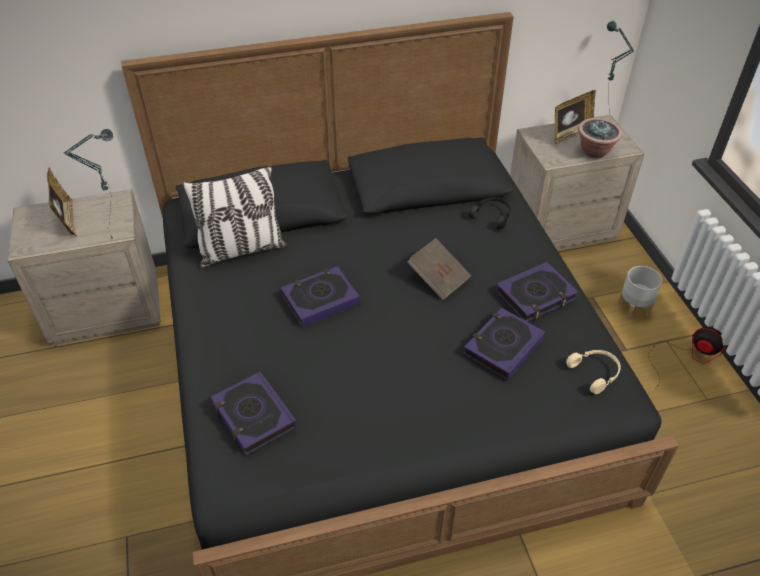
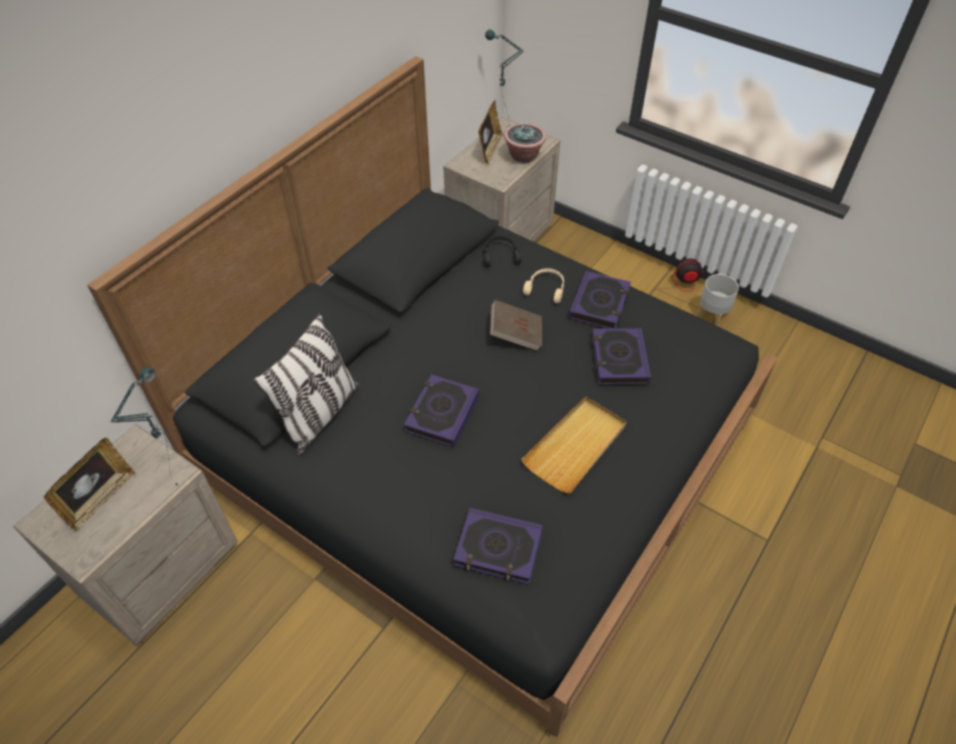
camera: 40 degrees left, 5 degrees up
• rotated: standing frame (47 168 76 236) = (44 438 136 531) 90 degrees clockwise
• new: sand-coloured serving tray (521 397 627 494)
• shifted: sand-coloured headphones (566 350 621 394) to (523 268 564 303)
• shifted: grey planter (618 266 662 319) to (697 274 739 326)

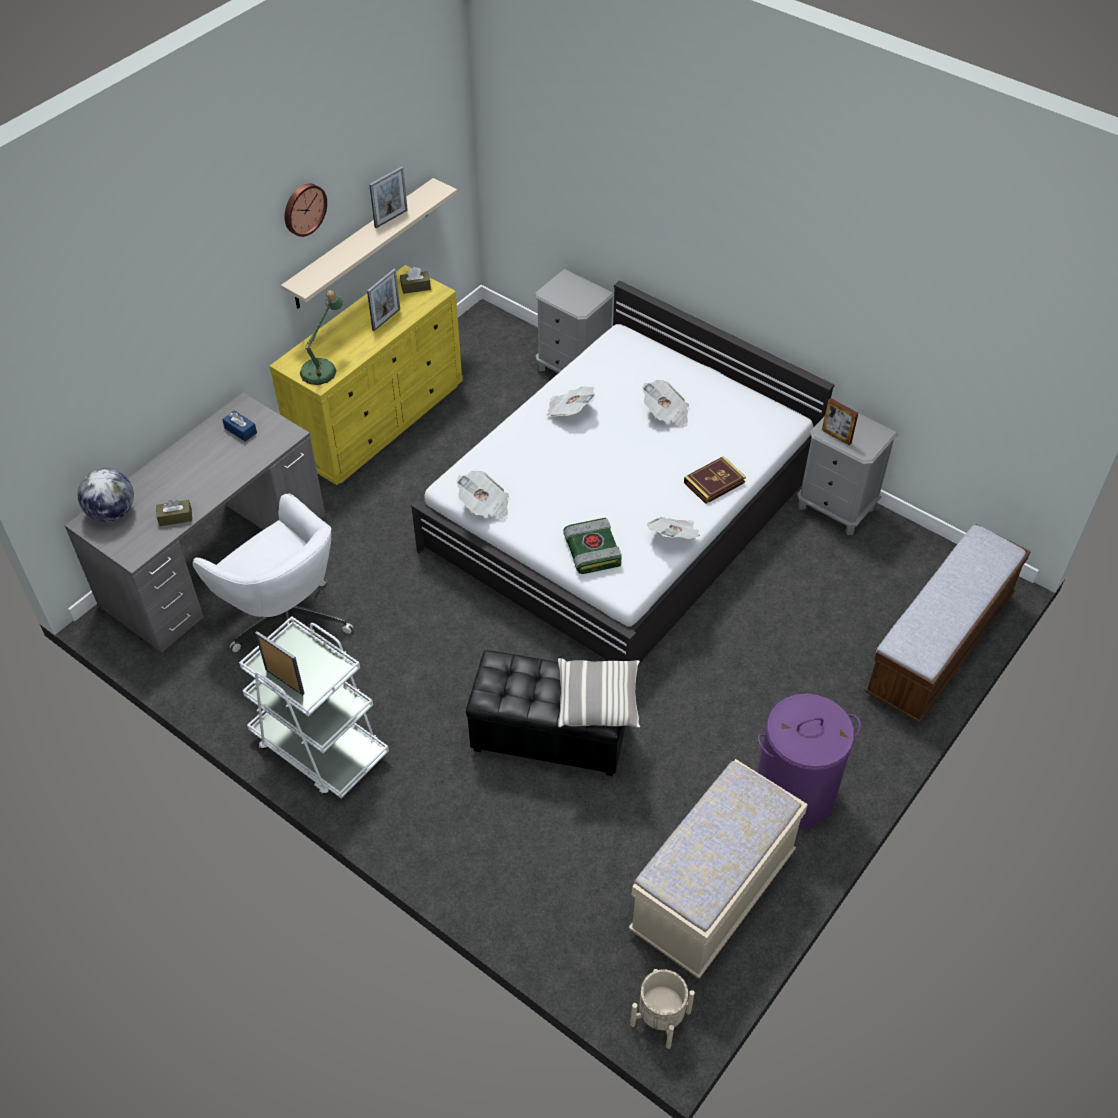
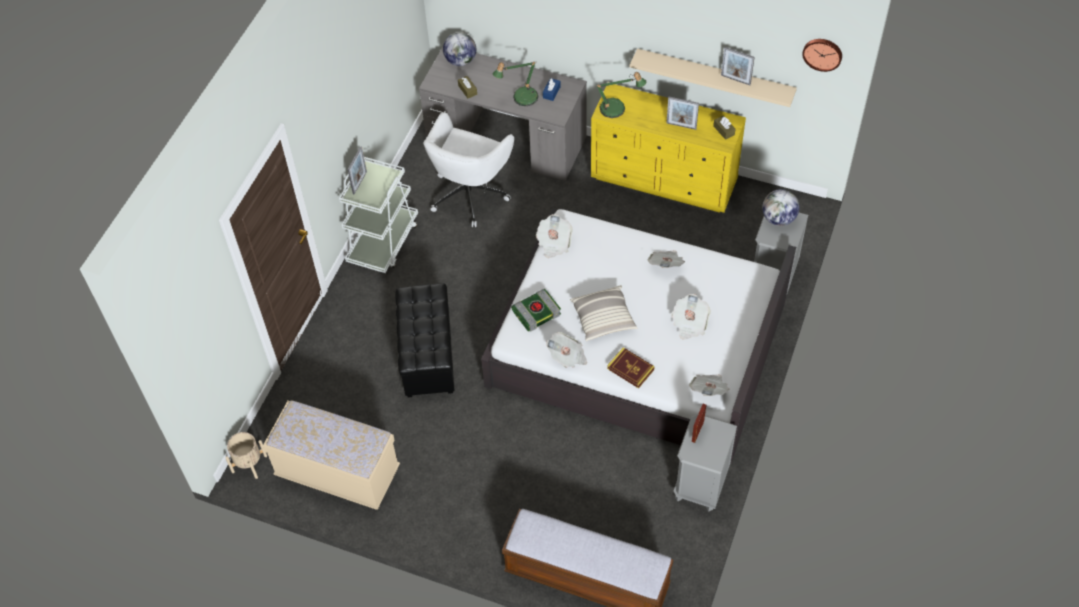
camera: 75 degrees right, 5 degrees up
• new: table lamp (493 61 538 106)
• shifted: pillow (558 658 640 728) to (570 285 638 341)
• new: printed paper (689 374 730 396)
• new: globe (762 189 800 226)
• shifted: wall clock (285 183 327 237) to (802 39 842 72)
• gone: purple-coloured hamper (757 694 861 829)

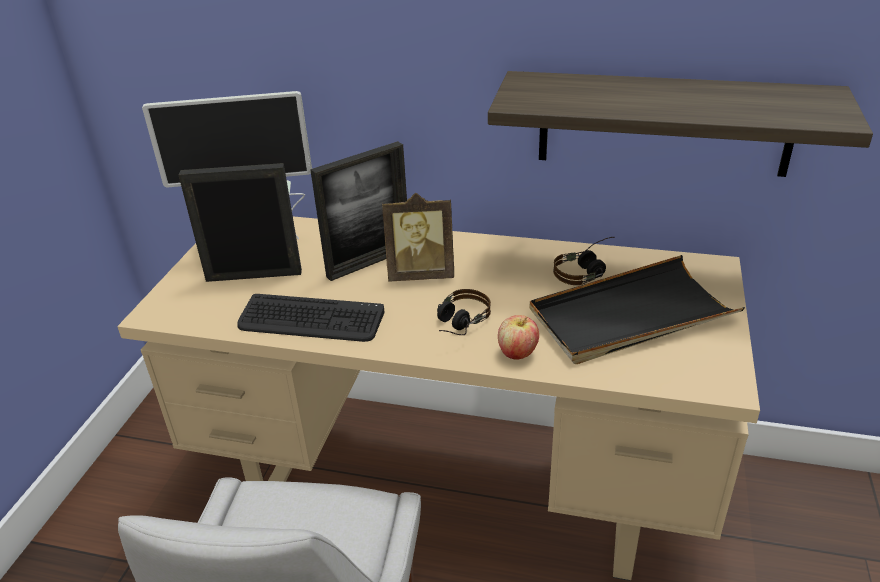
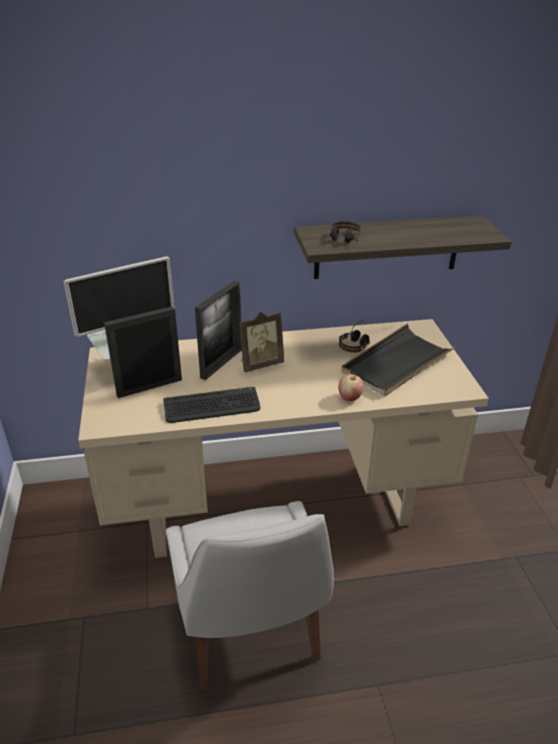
camera: 25 degrees left, 0 degrees up
• shifted: headphones (437 289 491 335) to (329 221 361 243)

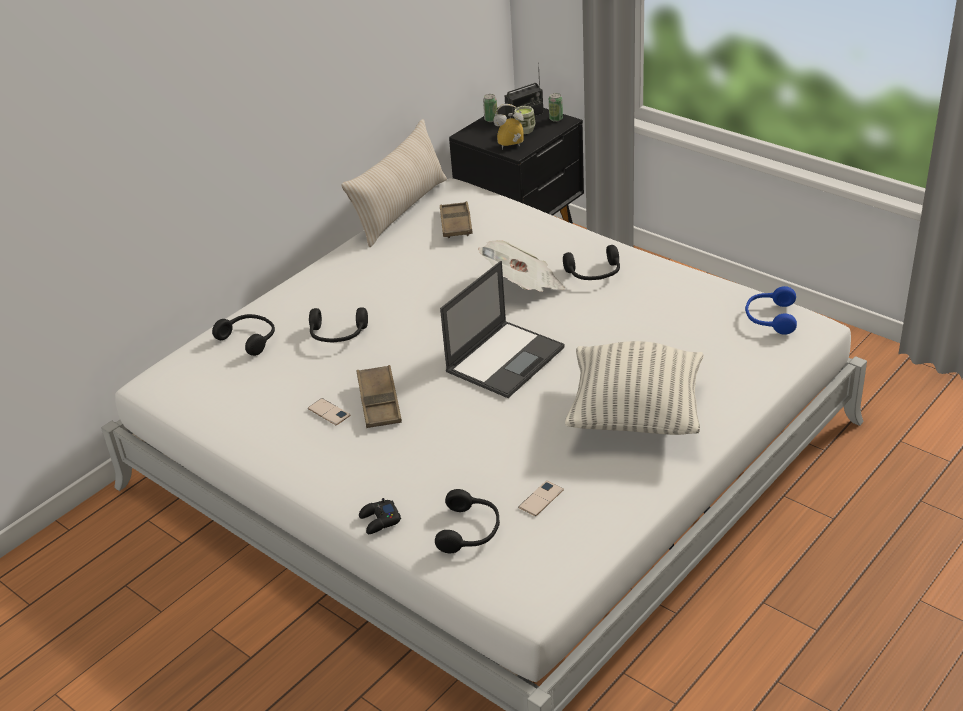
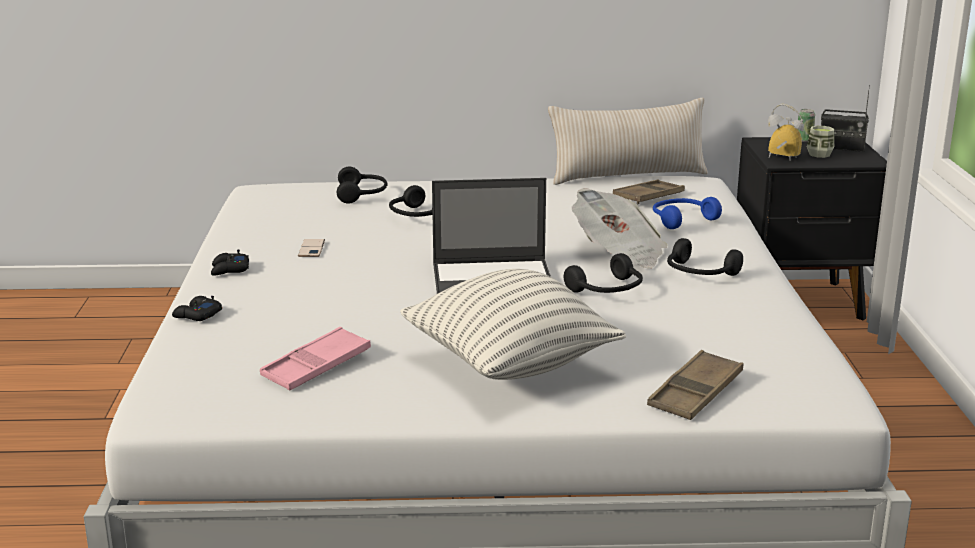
camera: 45 degrees right, 15 degrees down
• new: blackish joypad (211 250 249 276)
• swapped: telephone (518 481 564 516) to pinkish serving tray (260 327 371 390)
• shifted: blackish headphones (435 489 500 553) to (564 253 643 293)
• shifted: brown serving tray (357 365 402 428) to (647 350 744 420)
• shifted: blue-coloured headphones (745 286 797 335) to (653 197 722 229)
• gone: sealed can (549 93 563 122)

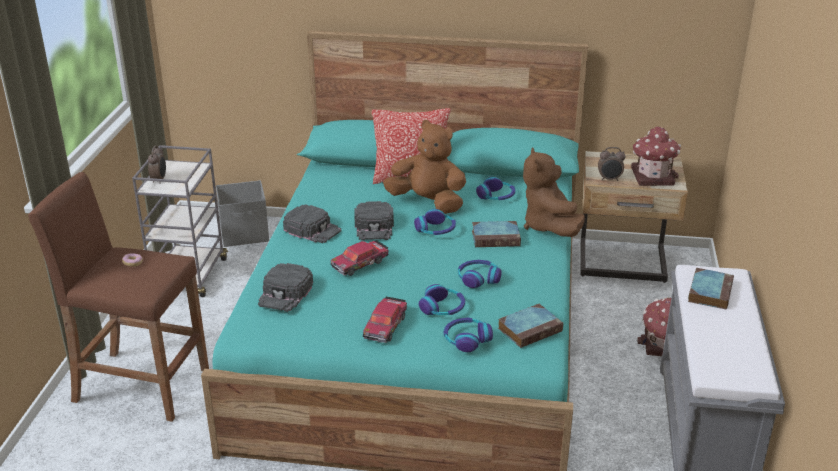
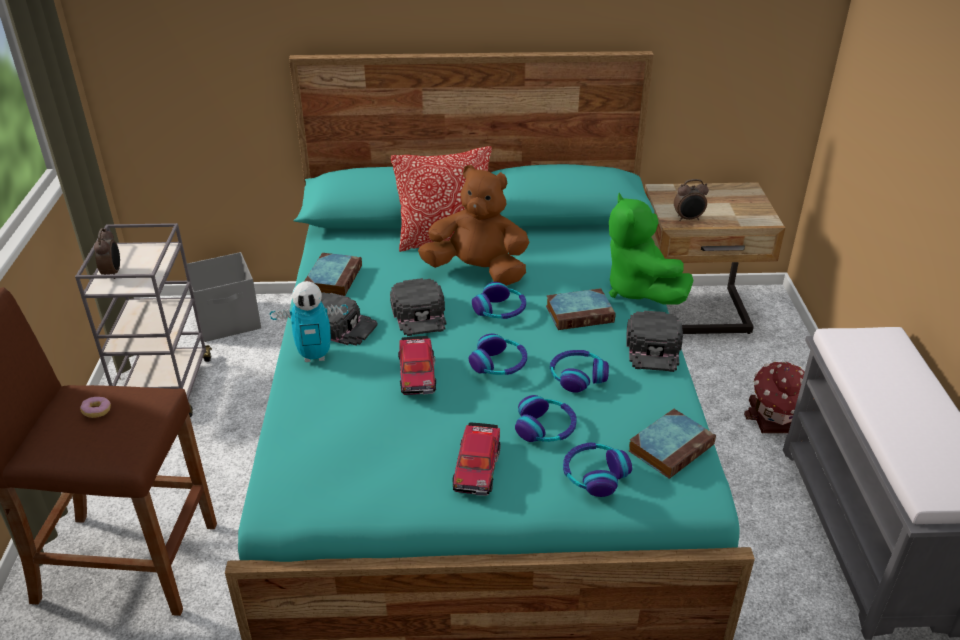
camera: 10 degrees left, 5 degrees up
• new: robot figure (270 281 348 362)
• shifted: volume (688 268 734 309) to (304 253 362 296)
• rotated: model car (330 240 389 276) = (398 336 436 395) 45 degrees counterclockwise
• shifted: headphones (476 177 515 200) to (469 334 527 375)
• repainted: brown cuddly toy (523 148 585 237) to green-coloured cuddly toy (609 193 694 305)
• shifted: blackish baseball cap (258 263 313 312) to (626 311 683 372)
• gone: toy house (631 126 681 186)

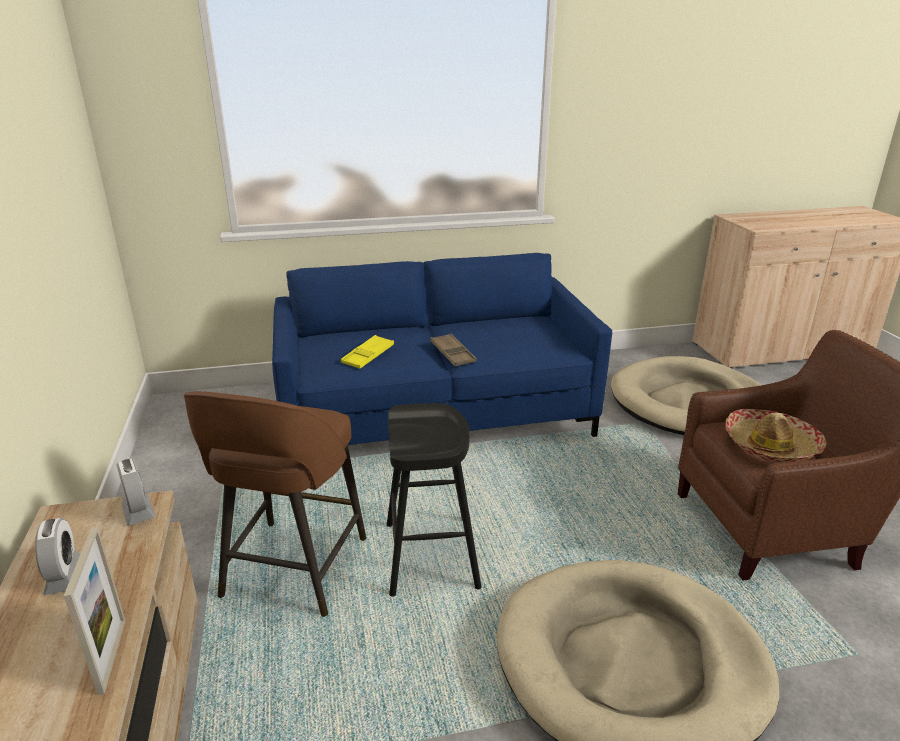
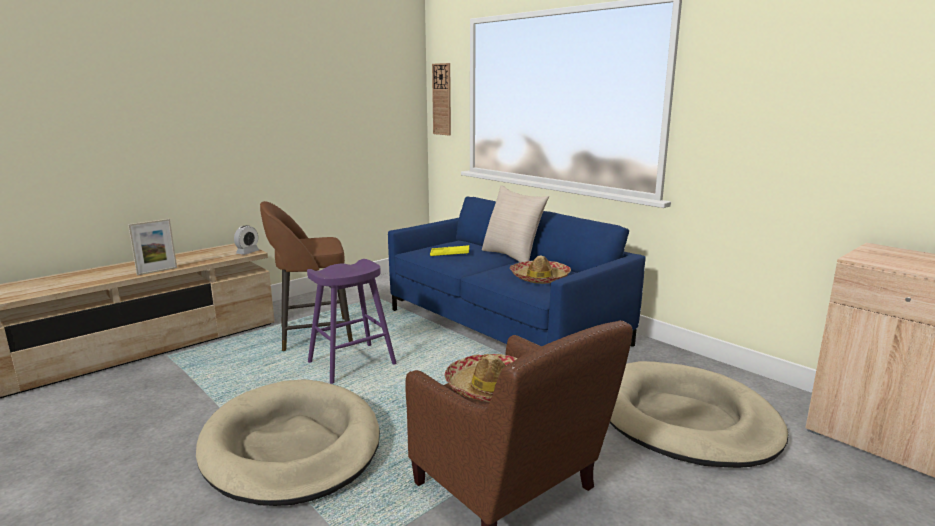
camera: 60 degrees right, 10 degrees down
• repainted: blackish stool (387 403 482 597) to purple-coloured stool (307 259 397 384)
• new: wall clock (432 63 451 136)
• new: sand-coloured pillow (482 185 549 262)
• new: hat (510 256 571 284)
• gone: table clock (35 518 80 595)
• gone: brown serving tray (430 334 477 366)

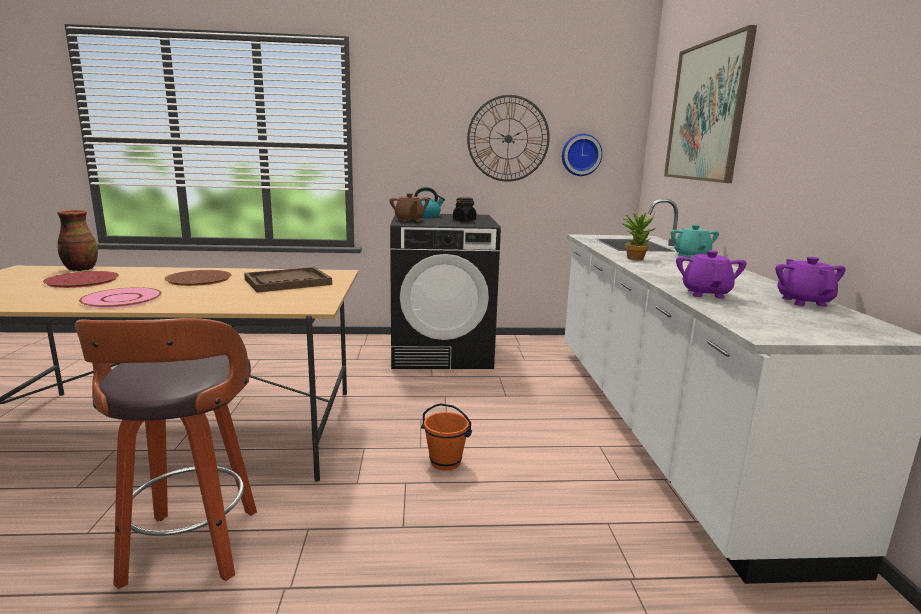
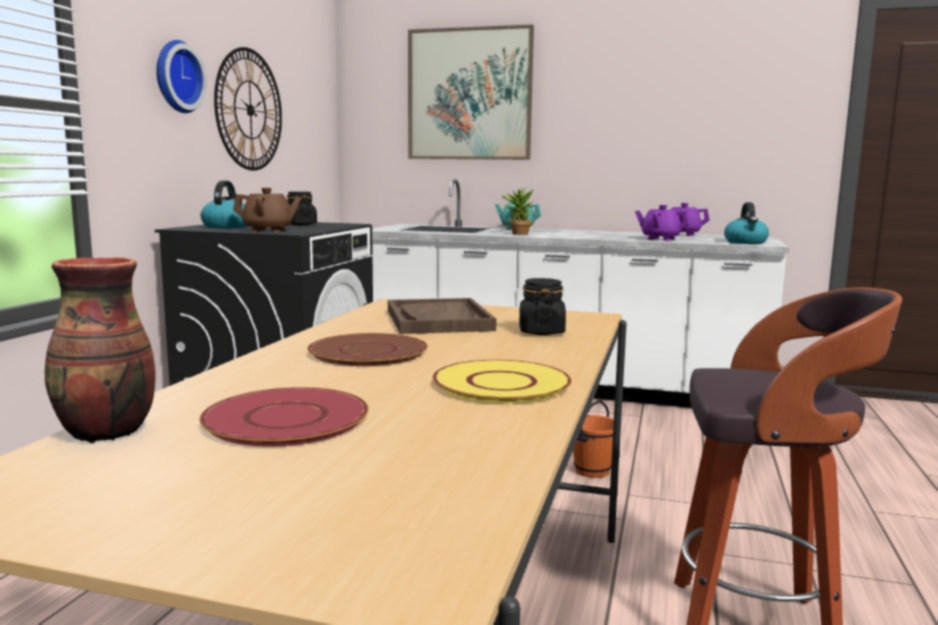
camera: 70 degrees left, 5 degrees down
• shifted: wall clock (562 134 602 176) to (156 40 207 113)
• repainted: pinkish flat dish (79 287 162 308) to yellowish flat dish (432 360 572 404)
• new: blackish storage jar (519 278 566 335)
• new: water kettle (724 202 769 244)

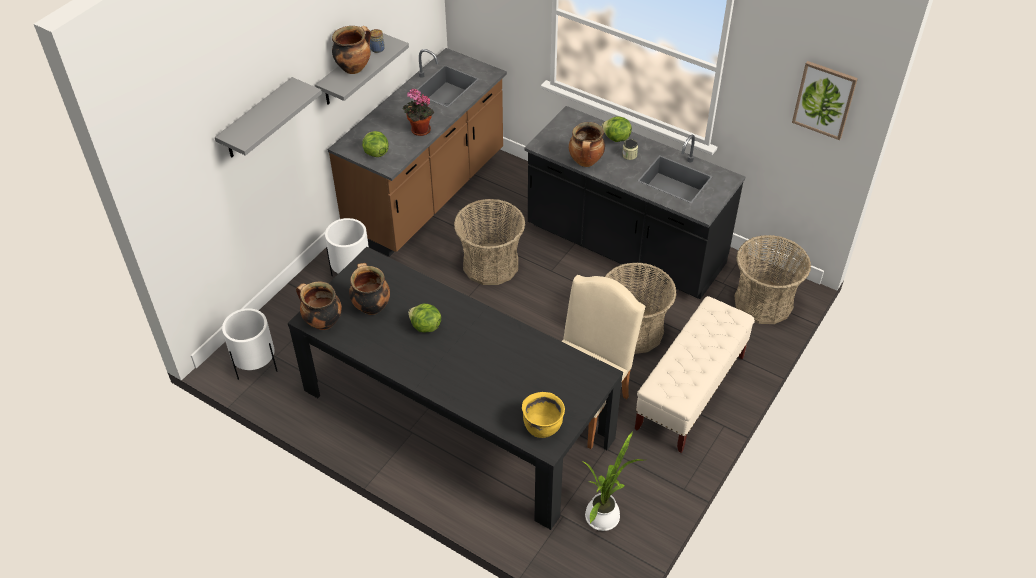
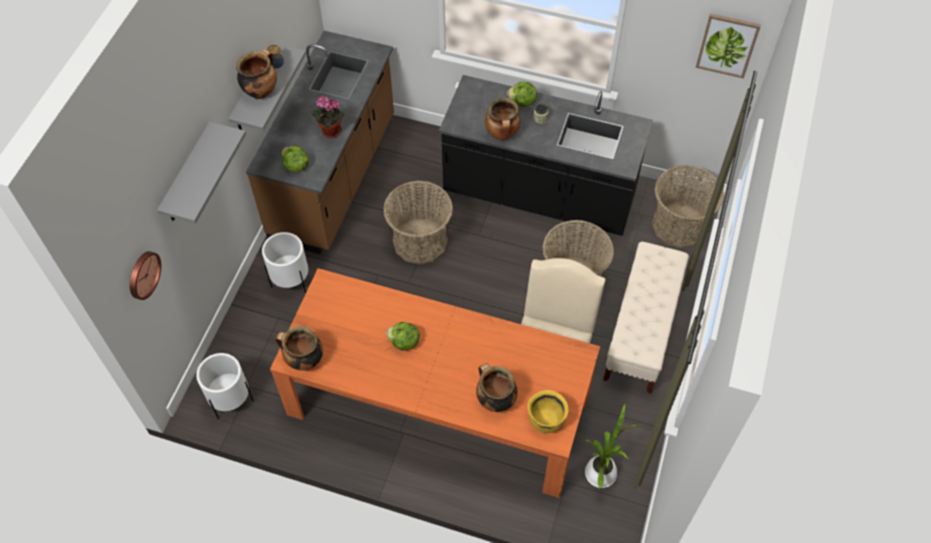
camera: 15 degrees left, 10 degrees up
• new: wall clock (130 251 161 300)
• repainted: blackish kitchen table (288 247 623 530) to orange kitchen table (270 268 600 498)
• shifted: stockpot (349 263 390 315) to (476 363 518 412)

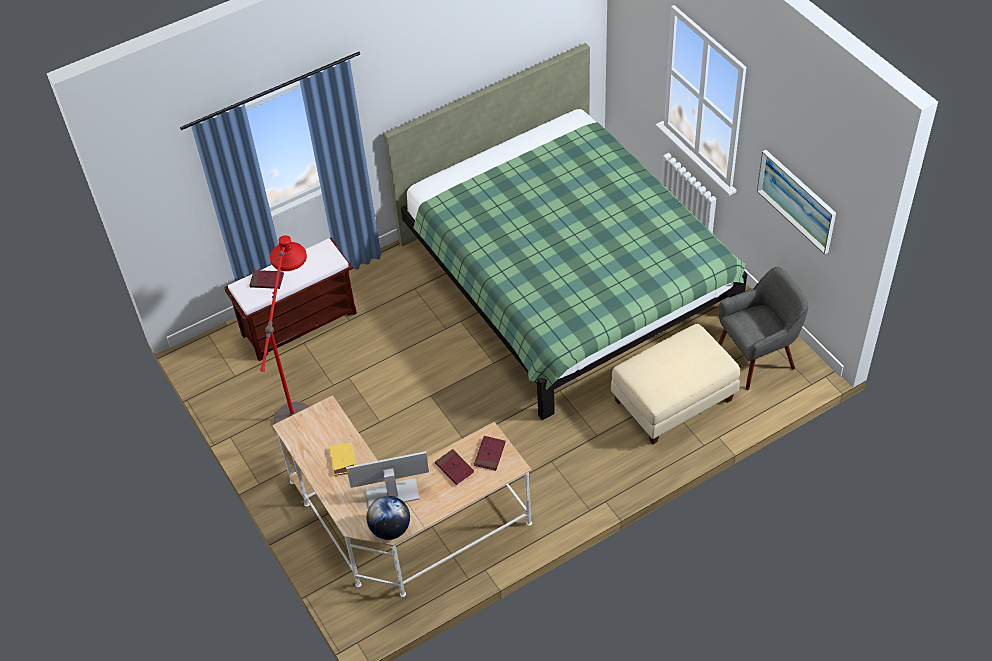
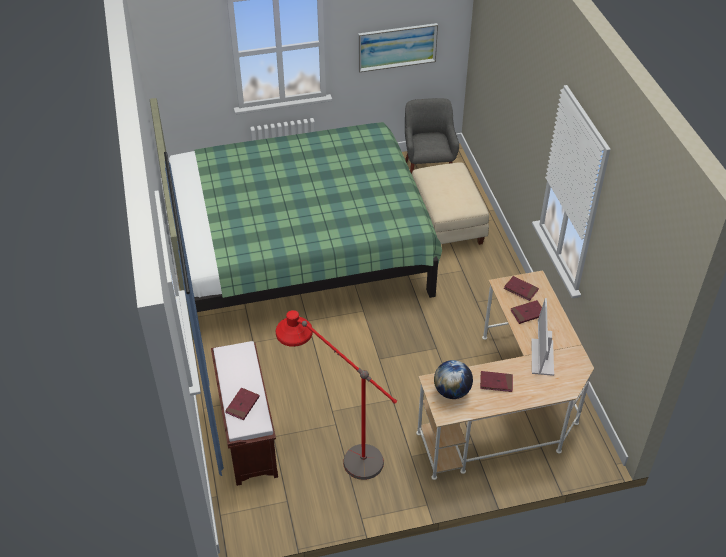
camera: 75 degrees left, 5 degrees down
• shifted: globe (367 496 410 540) to (434 360 473 399)
• repainted: yellowish volume (329 443 356 477) to reddish volume (480 371 513 392)

